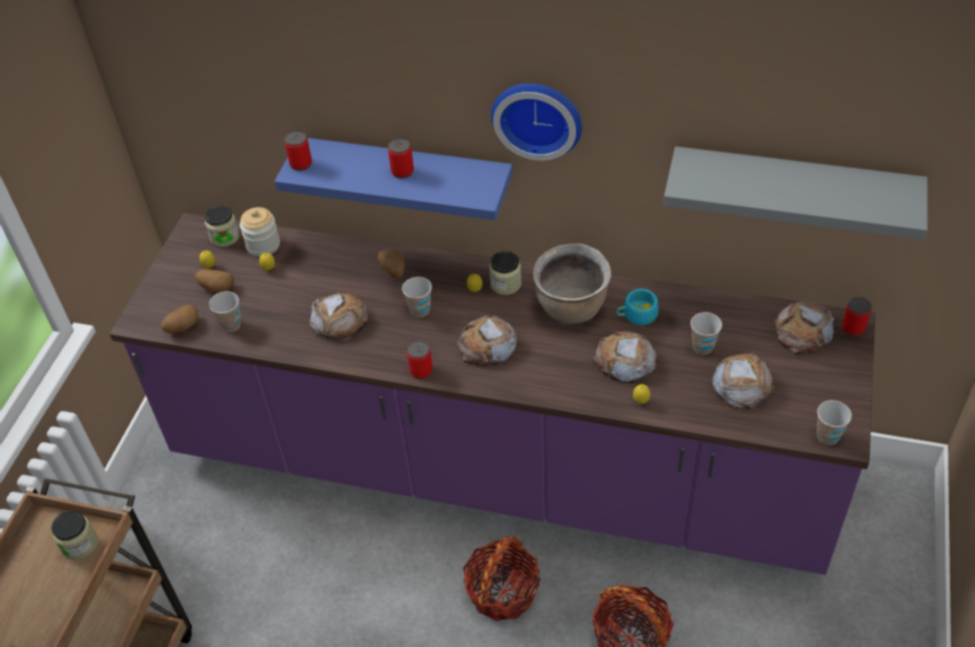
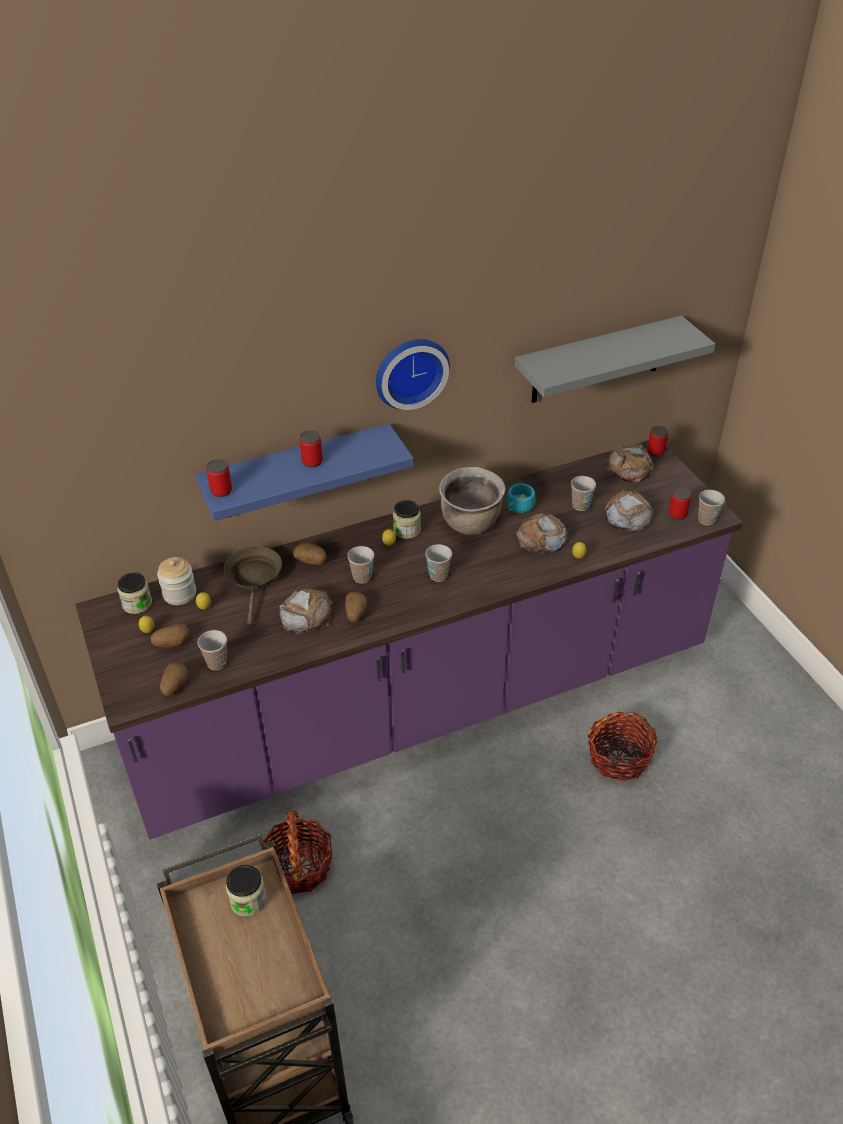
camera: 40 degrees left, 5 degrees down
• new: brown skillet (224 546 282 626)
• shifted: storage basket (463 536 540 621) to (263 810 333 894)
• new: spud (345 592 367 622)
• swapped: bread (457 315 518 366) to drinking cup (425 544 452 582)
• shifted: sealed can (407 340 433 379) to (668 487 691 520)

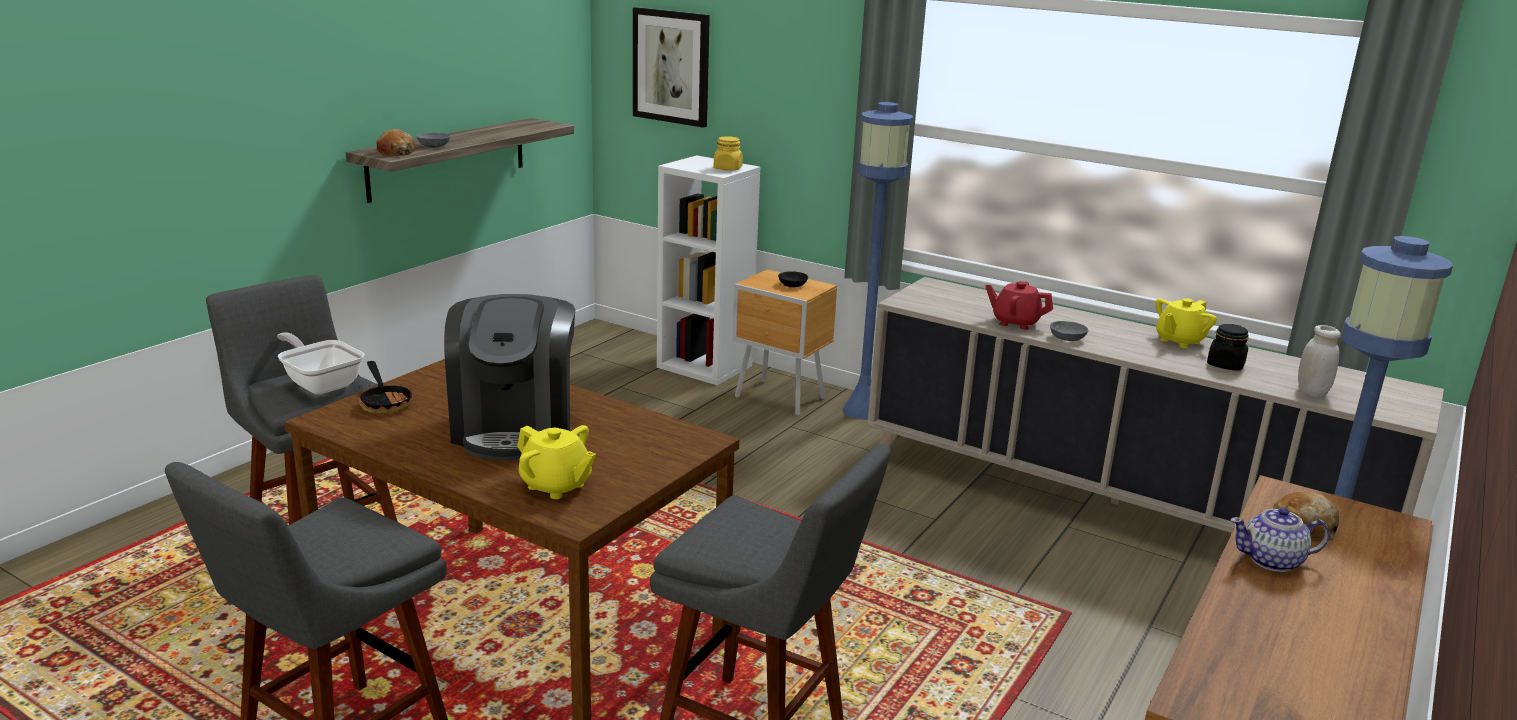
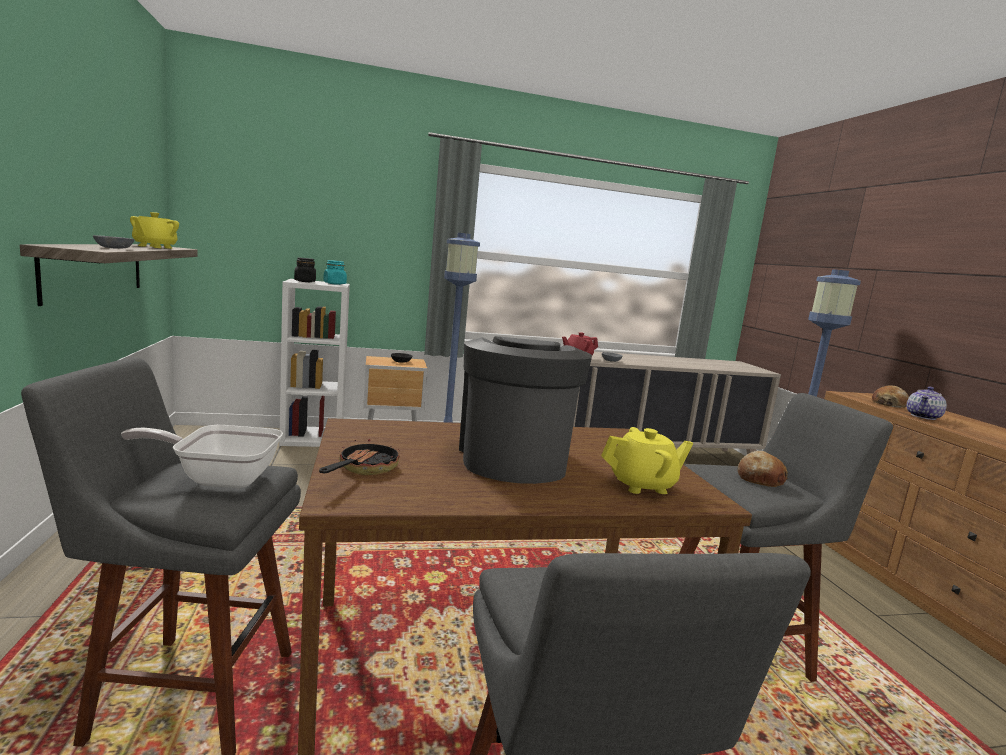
camera: 45 degrees left, 10 degrees down
• shifted: yellowish teapot (1155 298 1217 348) to (130 212 179 249)
• shifted: blackish storage jar (1207 324 1249 371) to (294 258 316 282)
• rotated: skillet (358 361 413 414) = (319 439 399 476) 90 degrees counterclockwise
• repainted: yellowish storage jar (714 136 743 171) to turquoise storage jar (323 260 347 285)
• rotated: coffee brewer (444 294 575 461) = (459 336 592 484) 135 degrees counterclockwise
• shifted: bread (377 129 415 156) to (738 451 788 487)
• gone: wall art (633 7 710 128)
• gone: white storage jar (1298 325 1341 398)

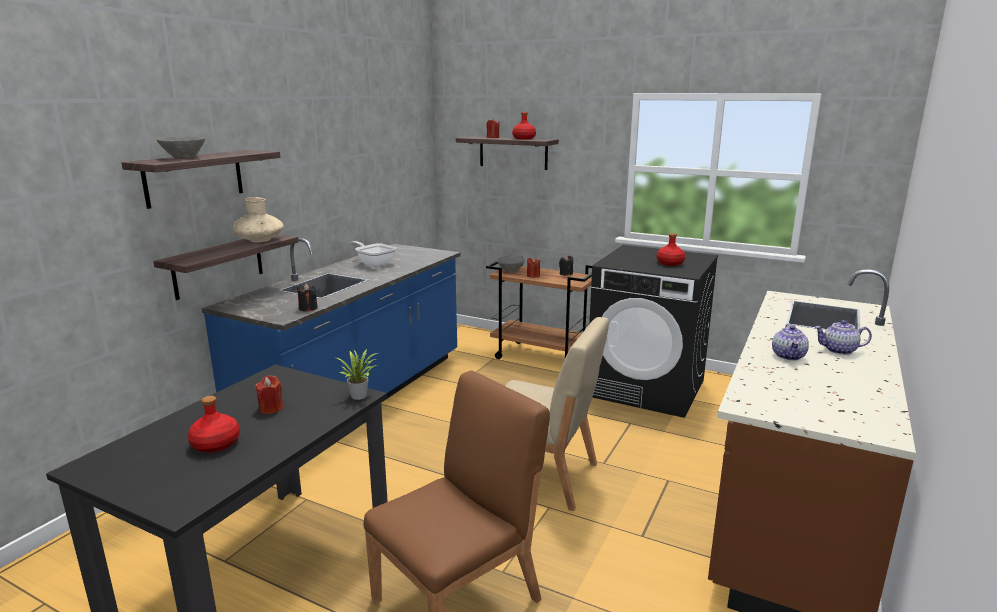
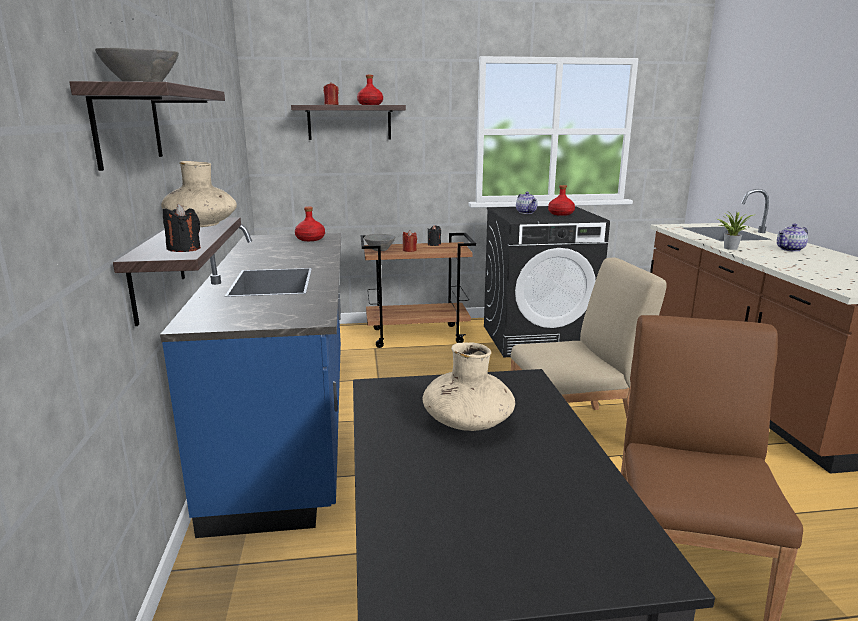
camera: 35 degrees left, 0 degrees up
• shifted: blackish candle (297 283 318 311) to (163 204 201 252)
• shifted: reddish drink bottle (188 396 240 452) to (295 207 325 241)
• swapped: reddish candle (255 375 283 414) to sand-coloured flower vase (423 343 515 431)
• shifted: teapot (772 324 809 361) to (516 192 538 214)
• shifted: potted plant (337 349 378 400) to (717 212 753 250)
• gone: skillet (350 241 396 267)

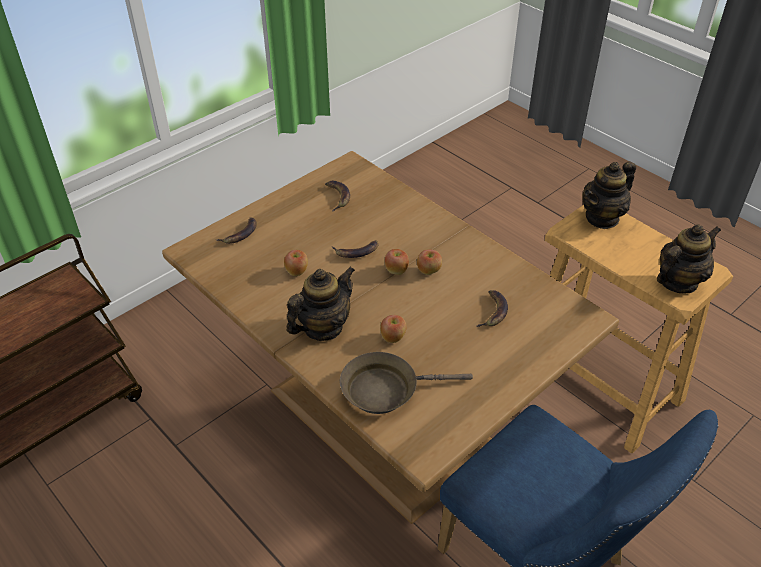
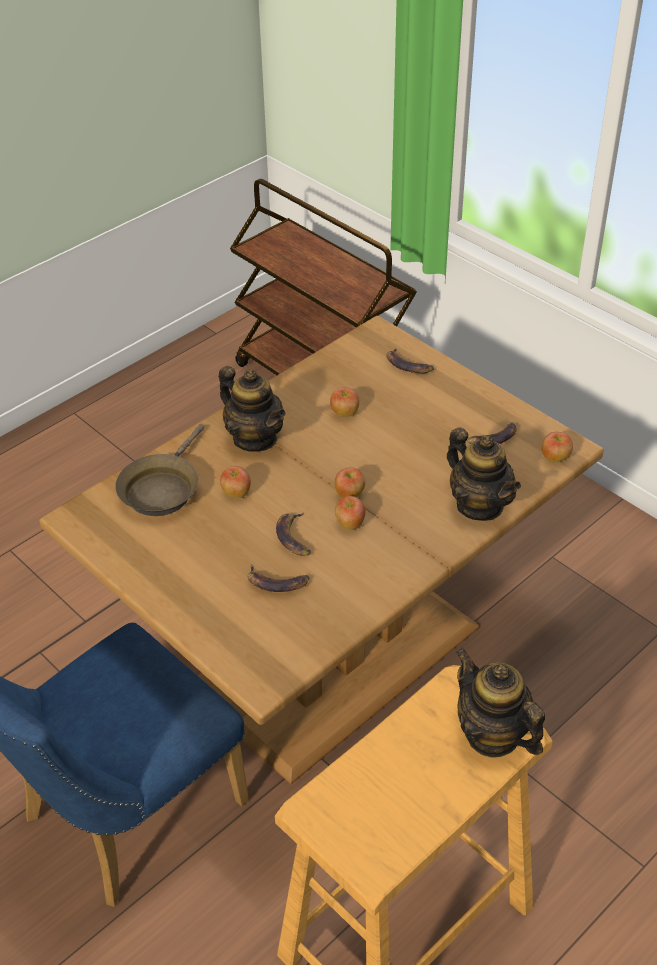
camera: 90 degrees right, 0 degrees up
• rotated: brown skillet (340 352 473 414) = (115 424 204 516) 150 degrees counterclockwise
• shifted: whole banana (332 240 378 258) to (276 513 311 556)
• shifted: teapot (657 224 721 293) to (447 427 521 521)
• new: apple fruit (542 432 573 463)

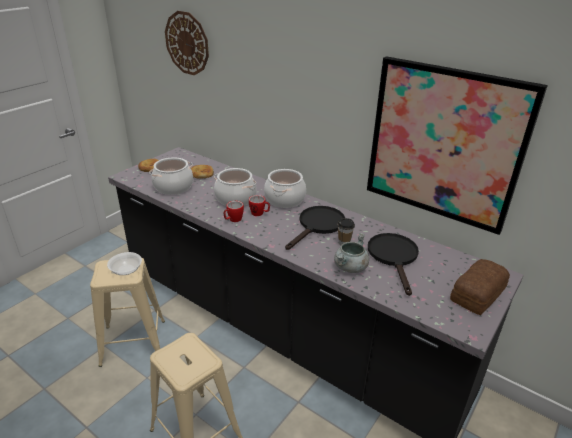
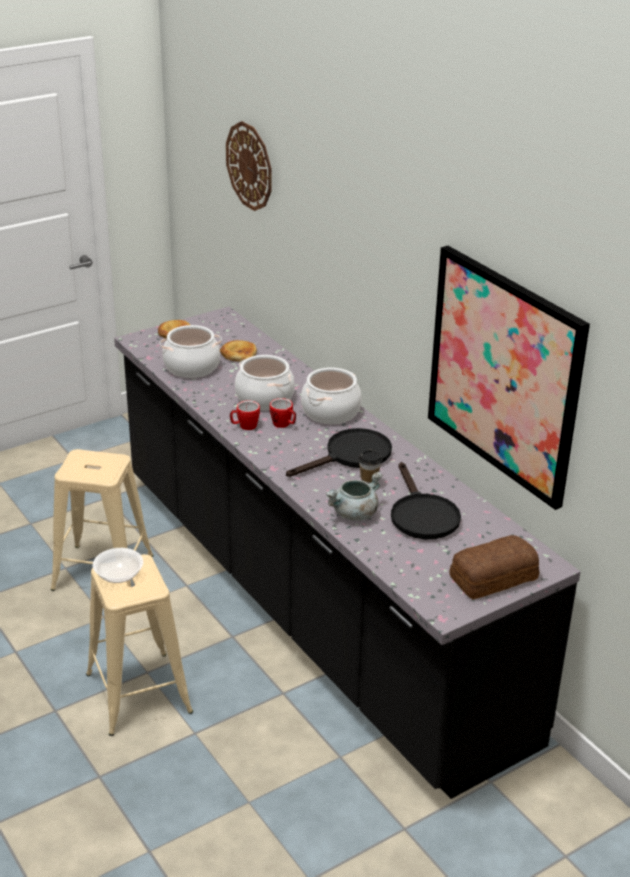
camera: 20 degrees right, 0 degrees up
• shifted: deep dish (107 252 142 275) to (93 548 143 583)
• rotated: blackish skillet (368 233 419 296) = (391 462 461 539) 150 degrees clockwise

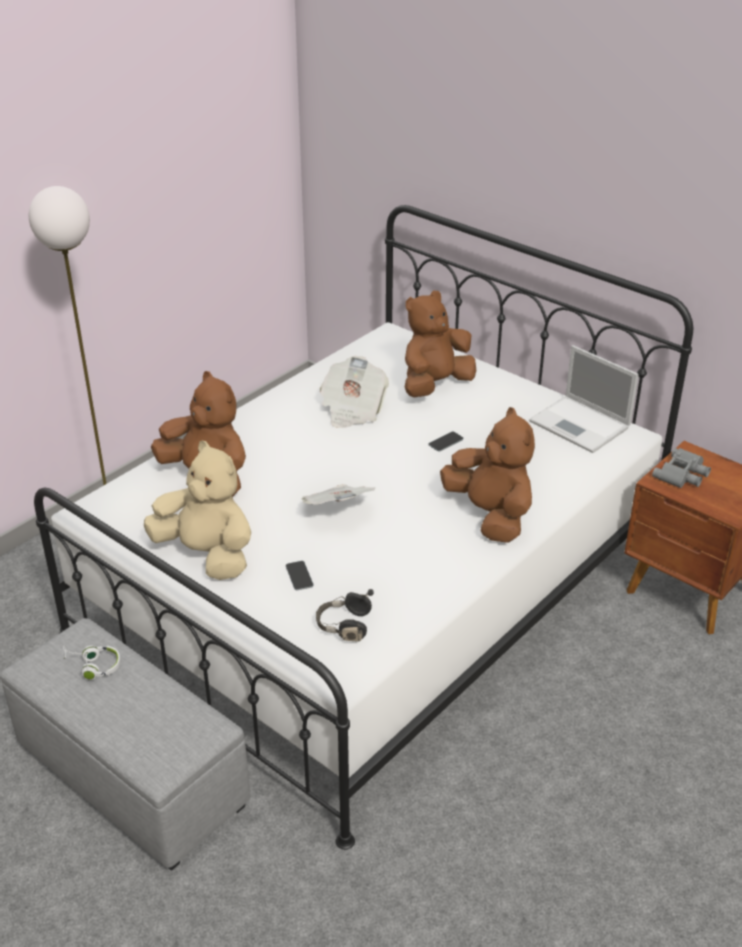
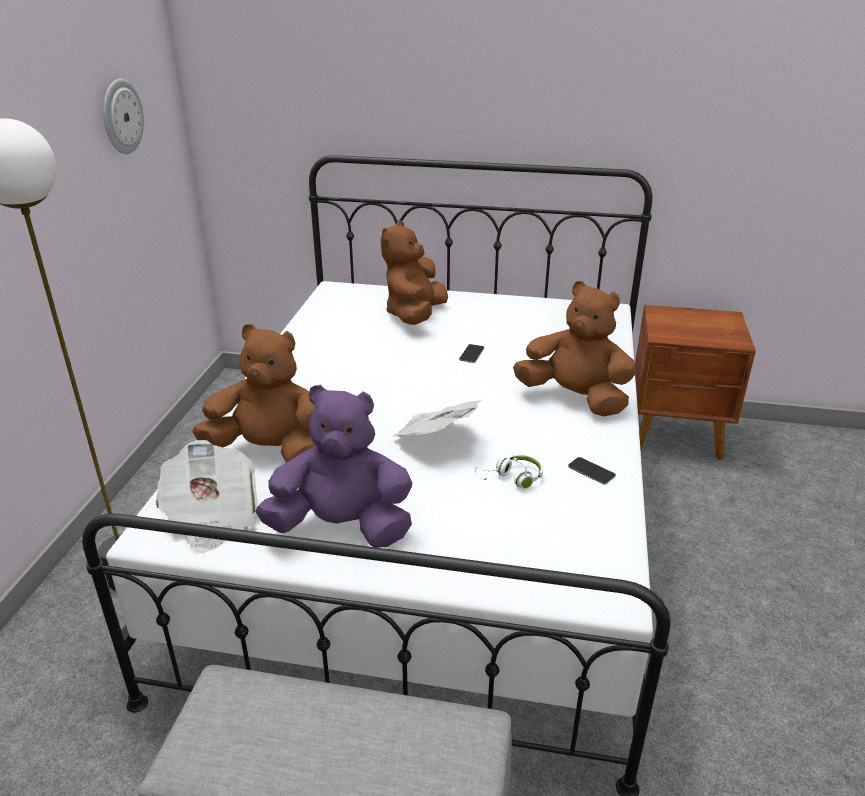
camera: 30 degrees left, 5 degrees down
• new: wall clock (103 79 144 154)
• shifted: printed paper (320 356 389 428) to (155 440 258 553)
• repainted: sand-coloured cuddly toy (144 441 251 580) to purple-coloured cuddly toy (255 385 412 548)
• shifted: white headphones (63 645 120 680) to (475 454 543 489)
• shifted: telephone (286 561 314 590) to (568 457 616 484)
• gone: blackish headphones (316 589 374 642)
• gone: notebook computer (529 345 639 453)
• gone: grey binoculars (652 448 711 488)

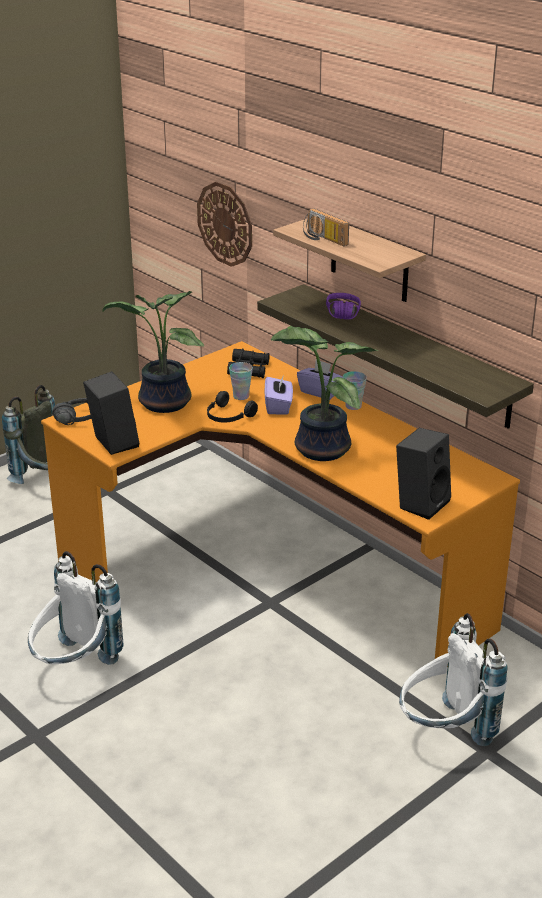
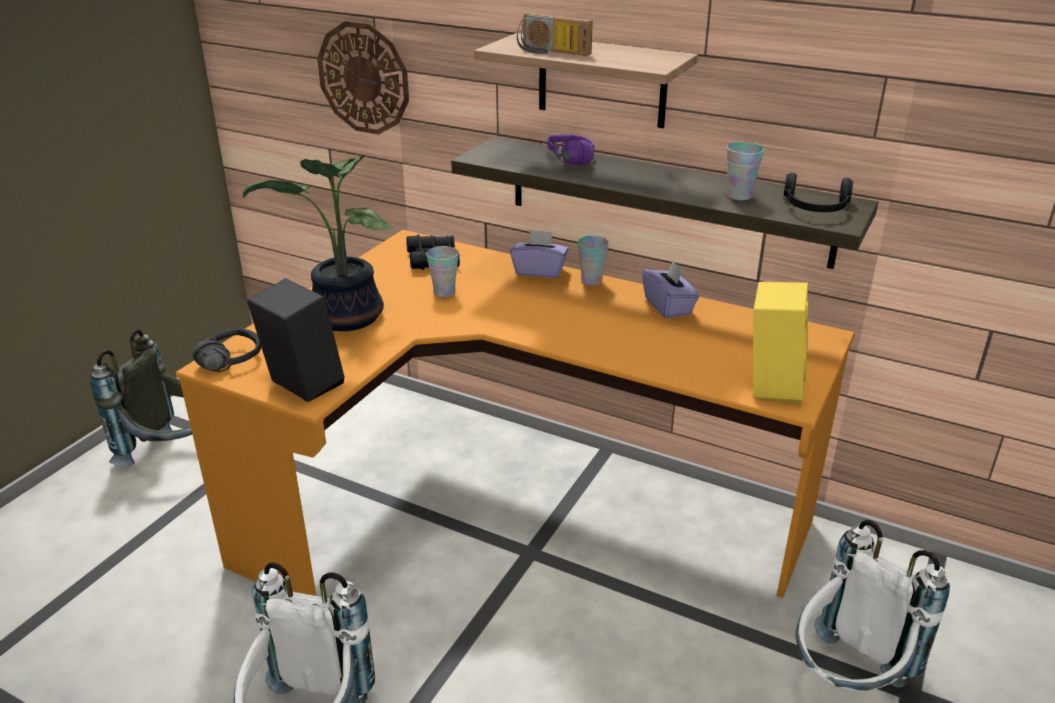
camera: 20 degrees left, 0 degrees up
• shifted: purple-coloured box of tissues (265 374 293 414) to (642 261 699 318)
• new: drinking cup (727 142 764 200)
• repainted: blackish audio speaker (396 428 451 520) to yellowish audio speaker (753 282 808 405)
• shifted: blackish headphones (207 391 258 423) to (783 173 853 212)
• gone: potted plant (271 326 379 461)

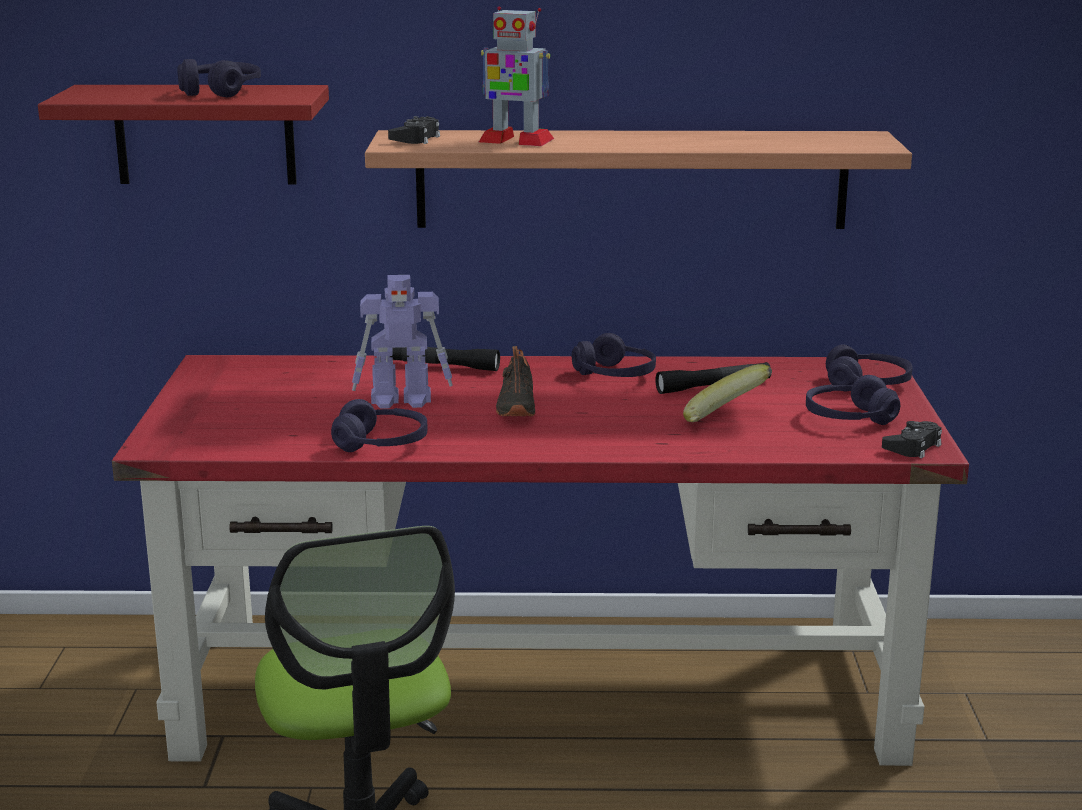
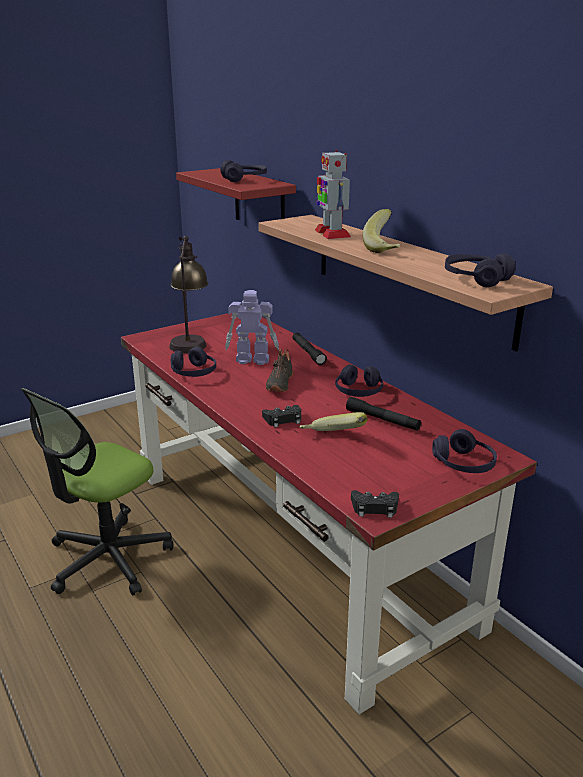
camera: 55 degrees right, 5 degrees up
• new: table lamp (169 236 208 353)
• rotated: robot figure (352 275 453 409) = (225 290 279 365) 135 degrees clockwise
• shifted: blackish joypad (388 116 440 144) to (262 405 301 428)
• rotated: blackish item of footwear (496 346 535 416) = (266 349 293 392) 45 degrees counterclockwise
• new: whole banana (363 209 400 253)
• shifted: purple-coloured headphones (806 375 900 425) to (445 253 516 287)

